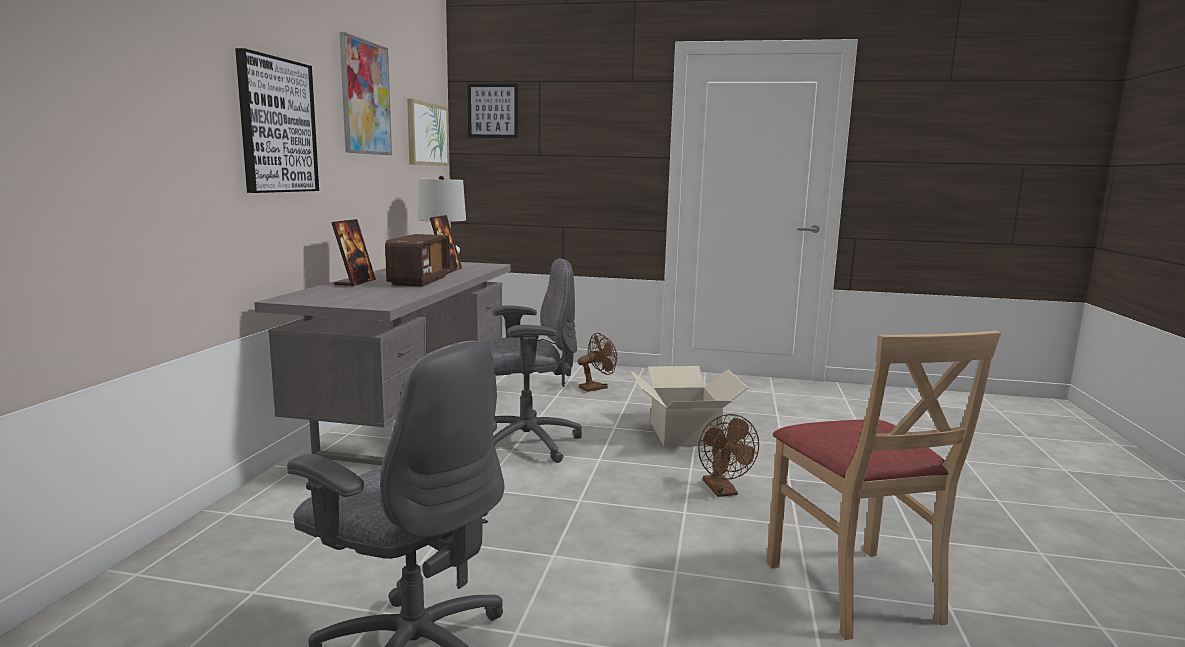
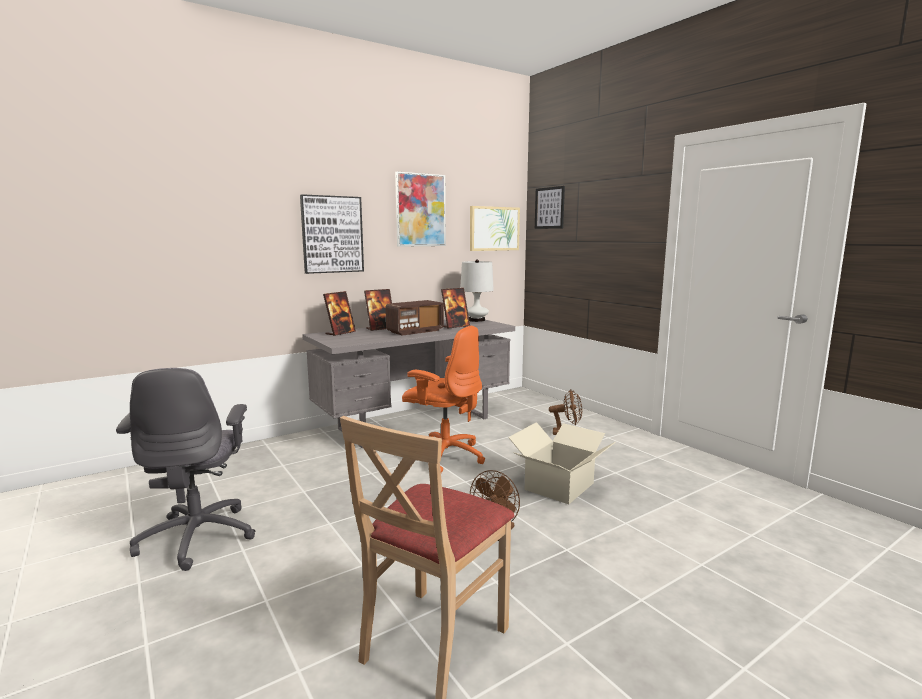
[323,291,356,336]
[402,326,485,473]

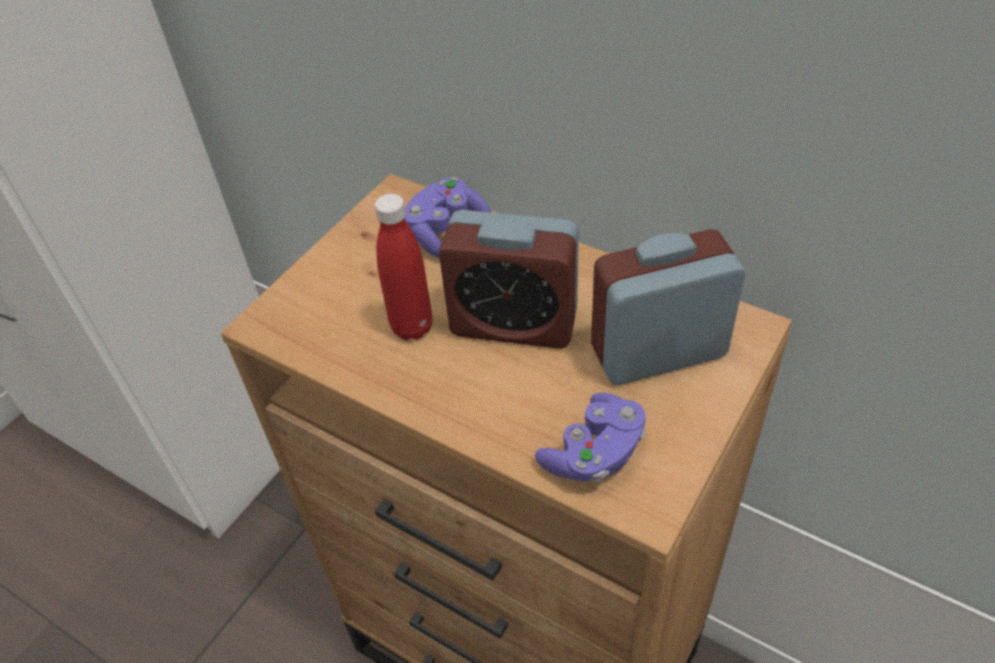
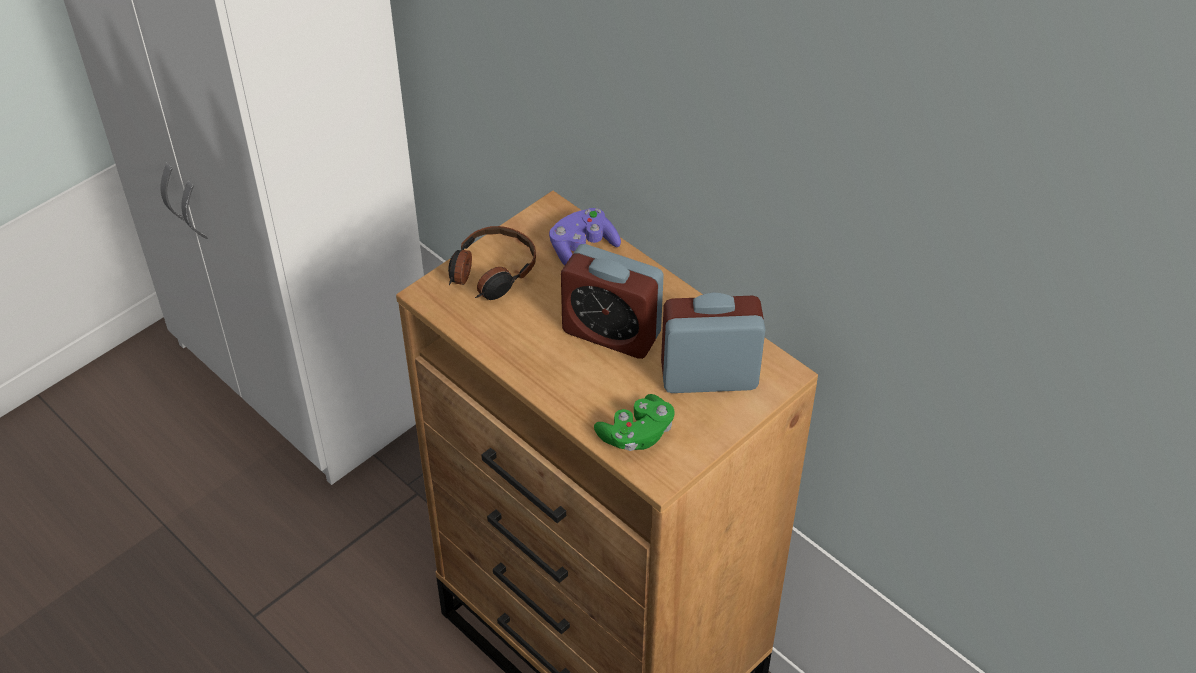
[375,194,433,340] (first image)
[448,226,536,300]
[594,394,675,451]

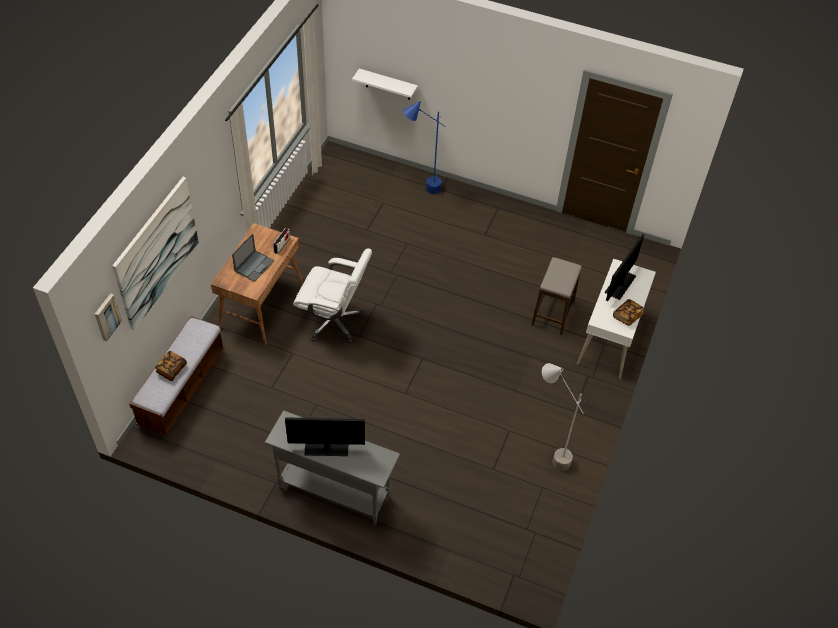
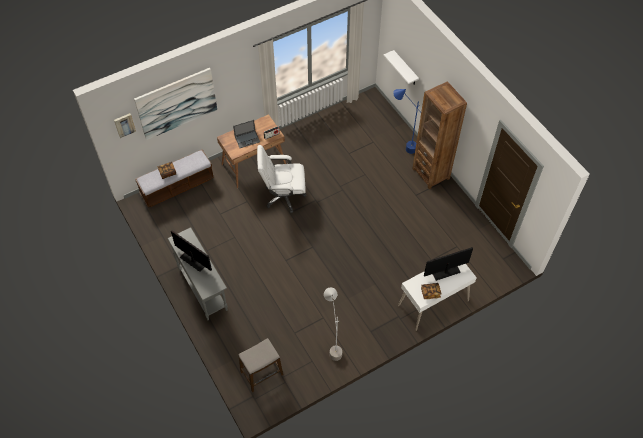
[412,81,467,189]
[239,338,283,392]
[257,145,306,213]

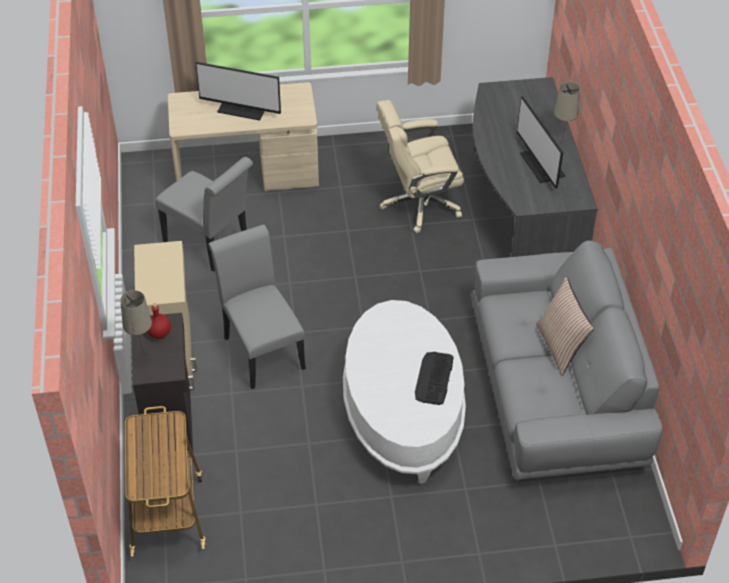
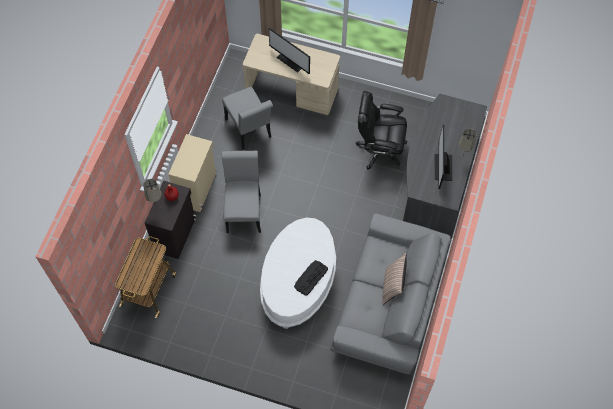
[356,91,407,170]

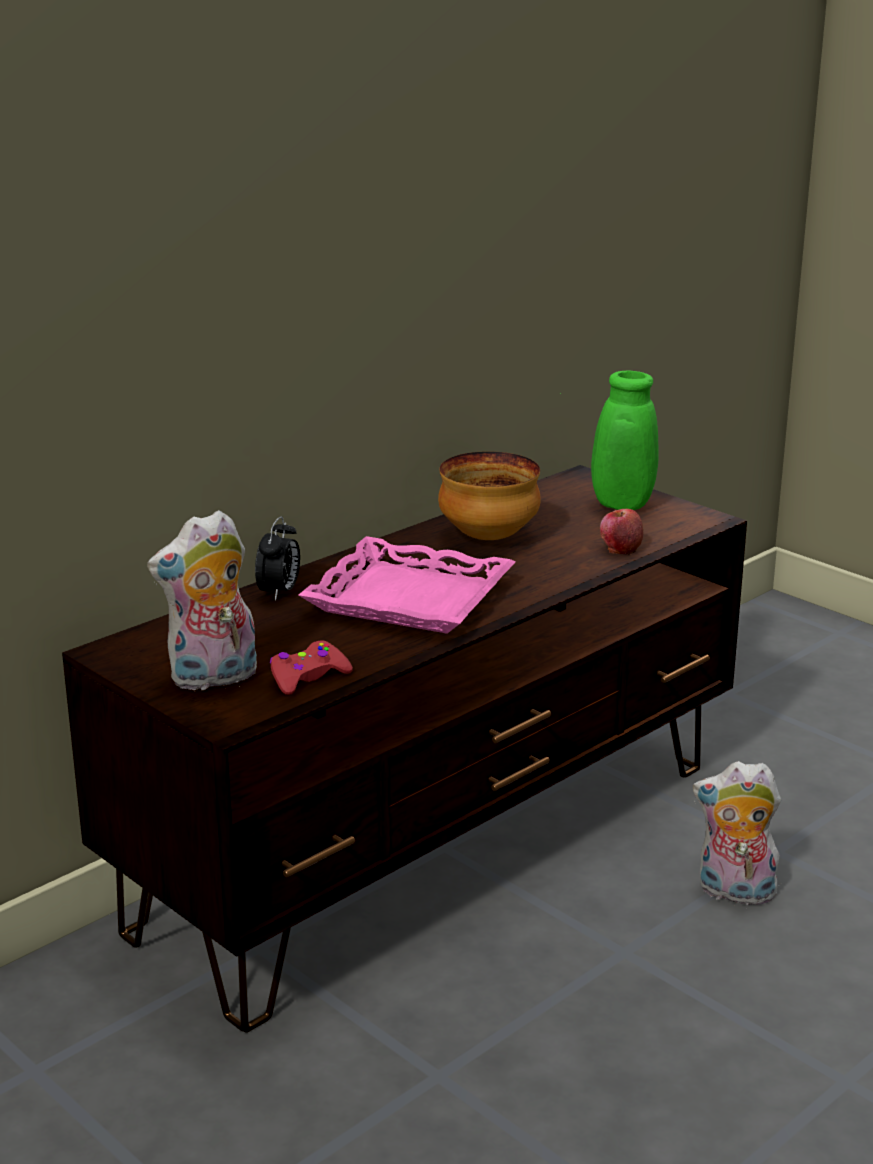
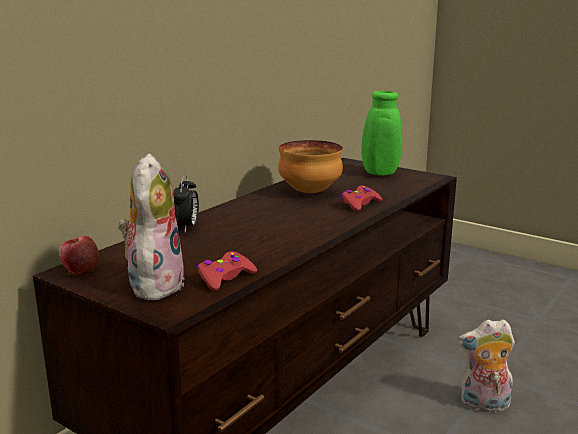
[299,536,515,634] (first image)
[341,186,382,211]
[59,236,99,276]
[118,153,184,300]

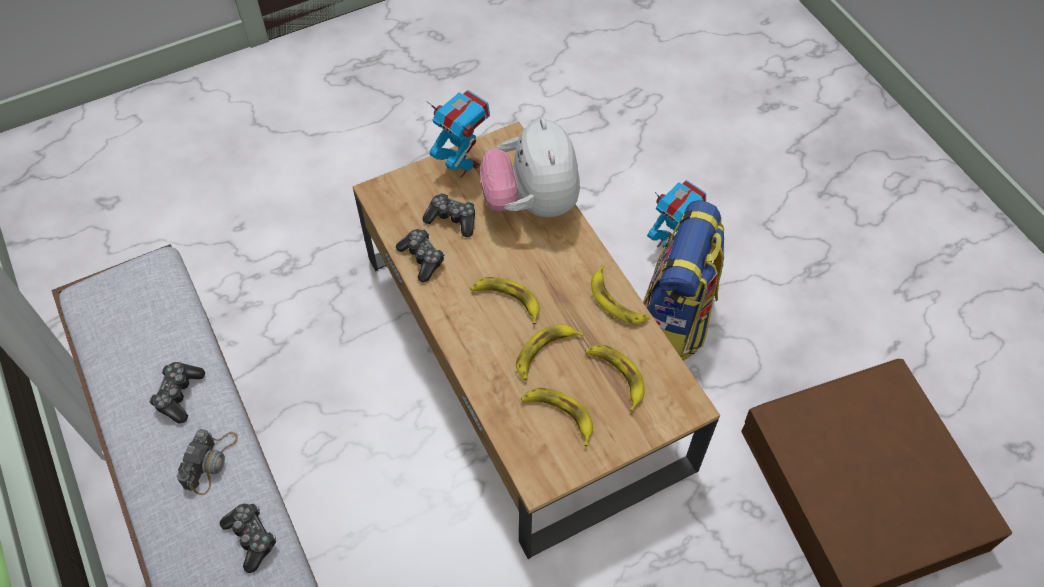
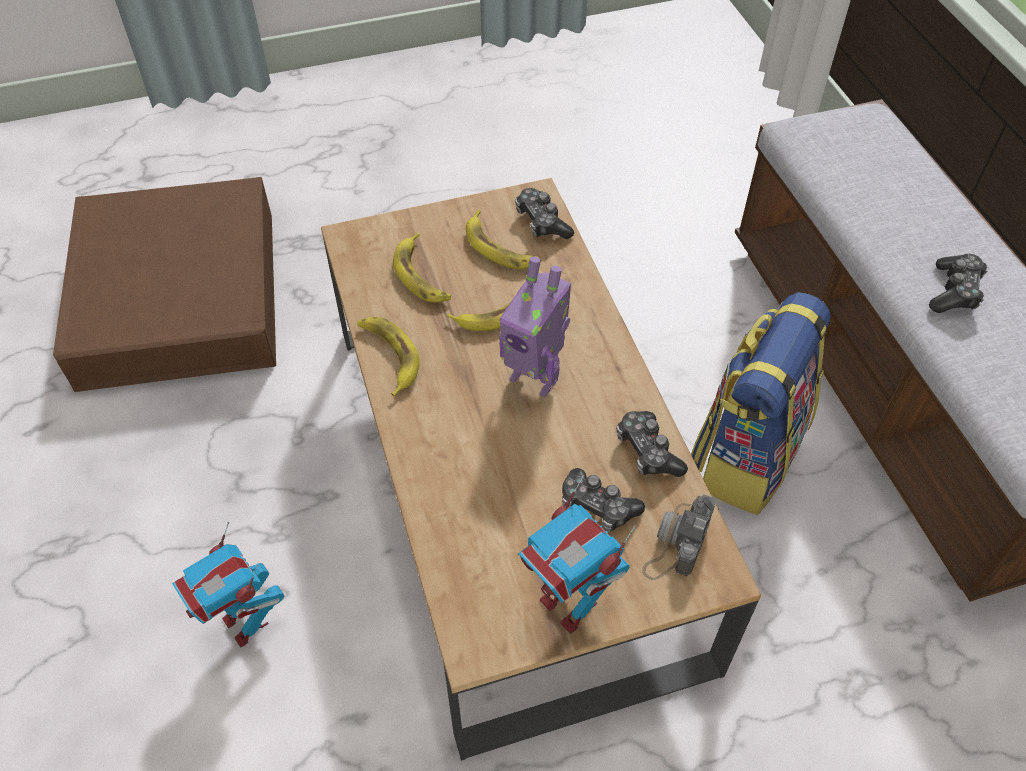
[480,118,580,217] (first image)
[642,495,715,580]
[515,188,574,239]
[691,292,831,515]
[499,257,571,397]

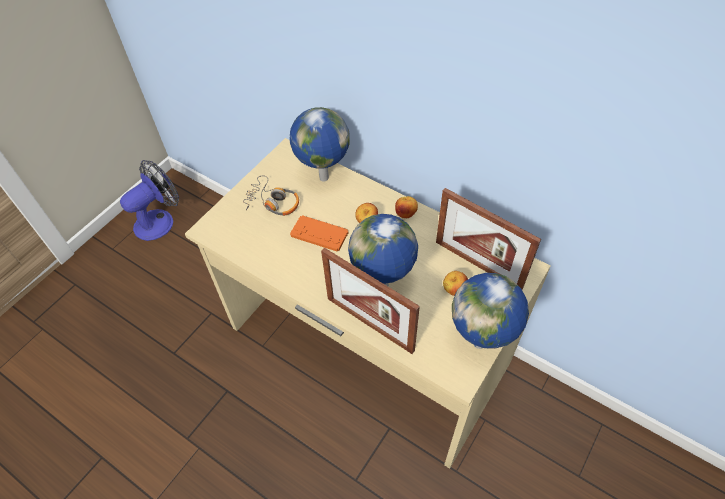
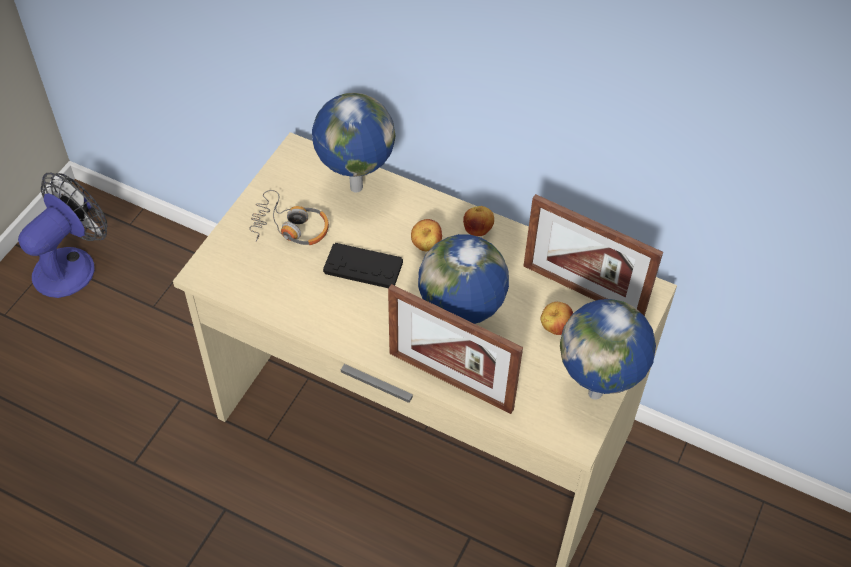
[323,243,403,288]

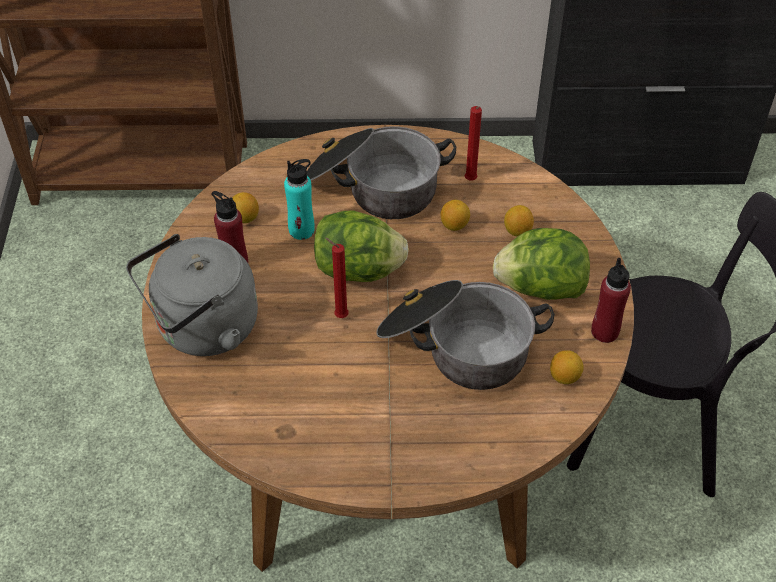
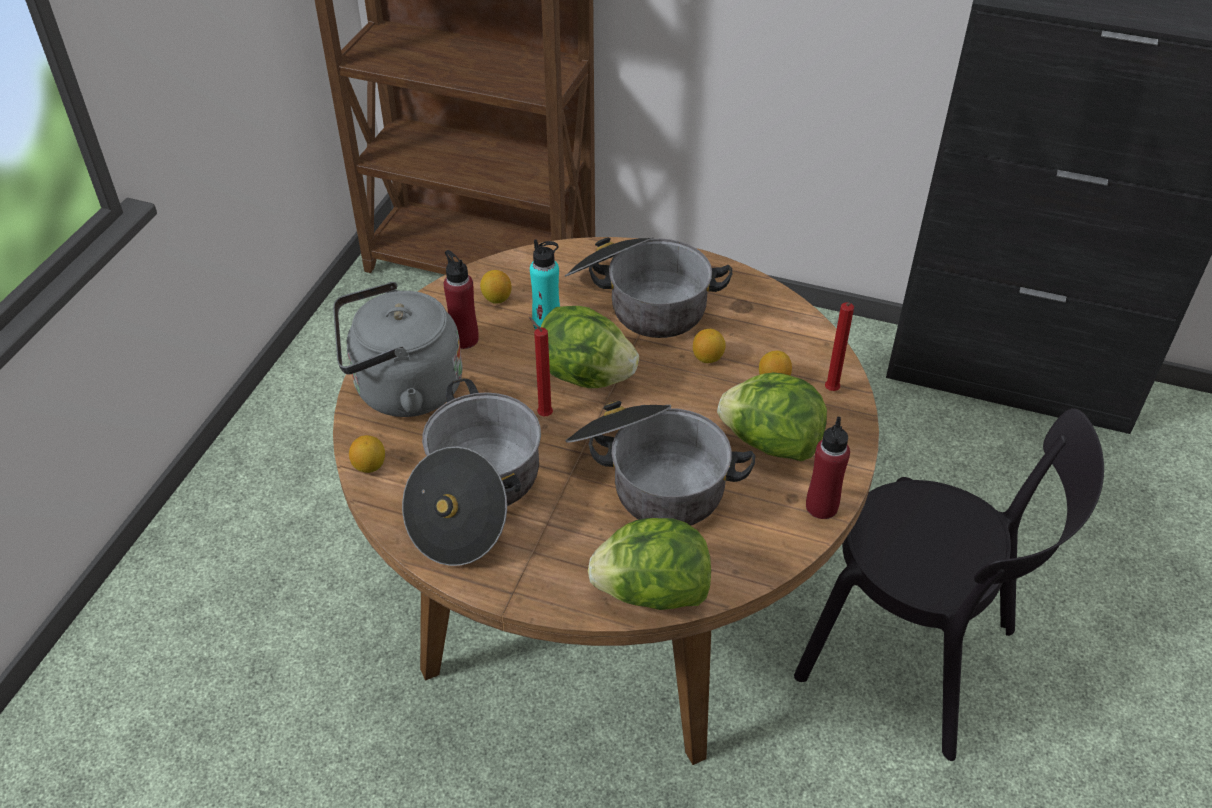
[402,378,541,566]
[588,518,711,610]
[825,302,854,391]
[349,435,385,473]

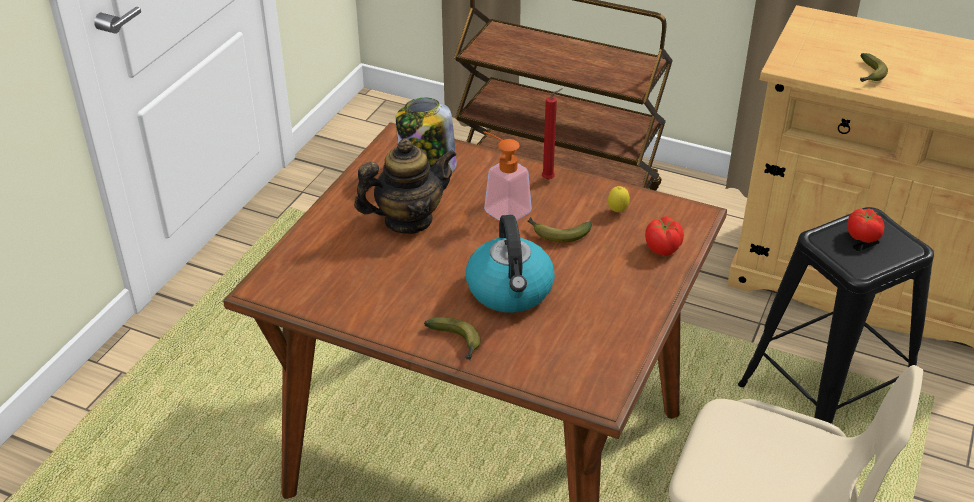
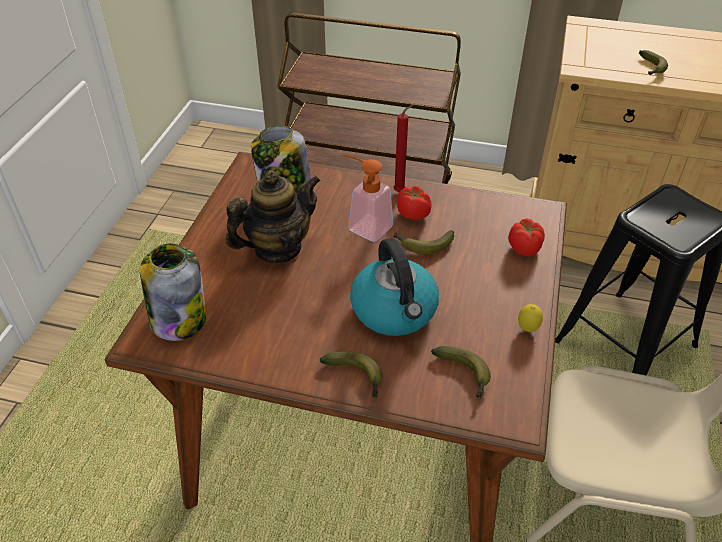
[140,244,206,341]
[431,346,491,399]
[518,304,543,332]
[397,186,432,220]

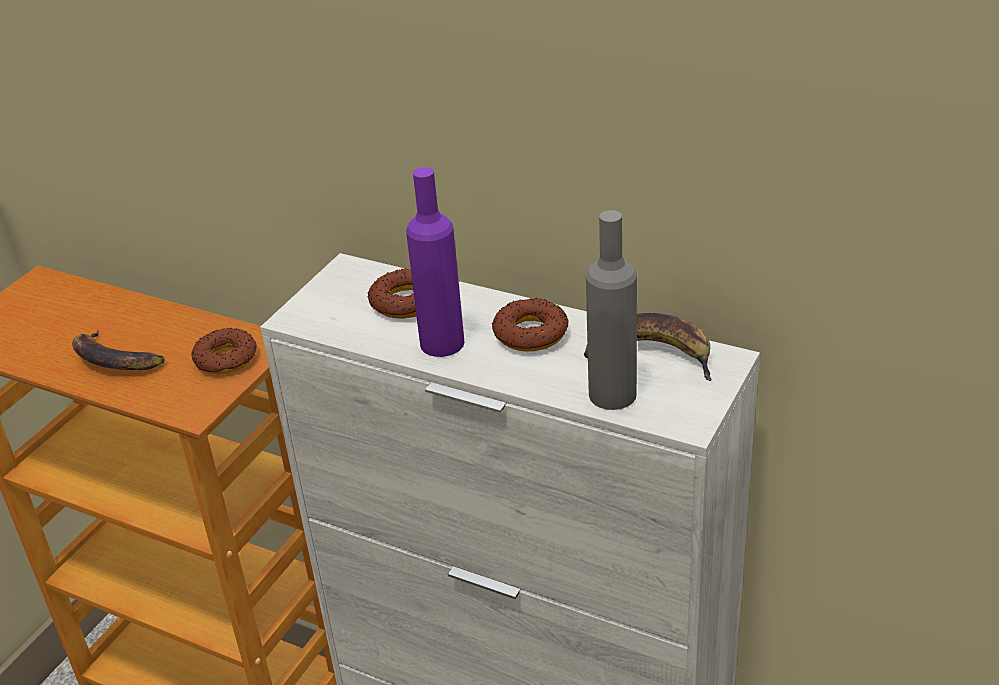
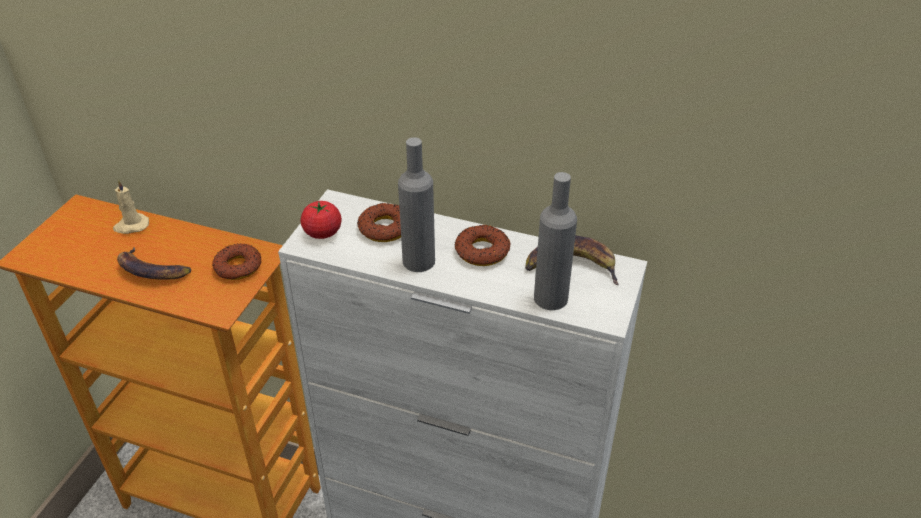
[113,179,149,234]
[300,201,342,239]
[398,137,435,272]

